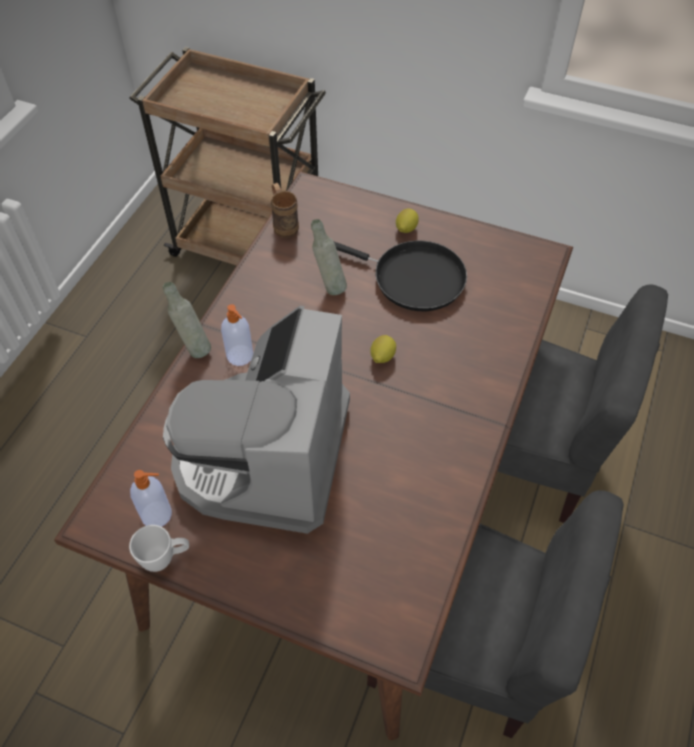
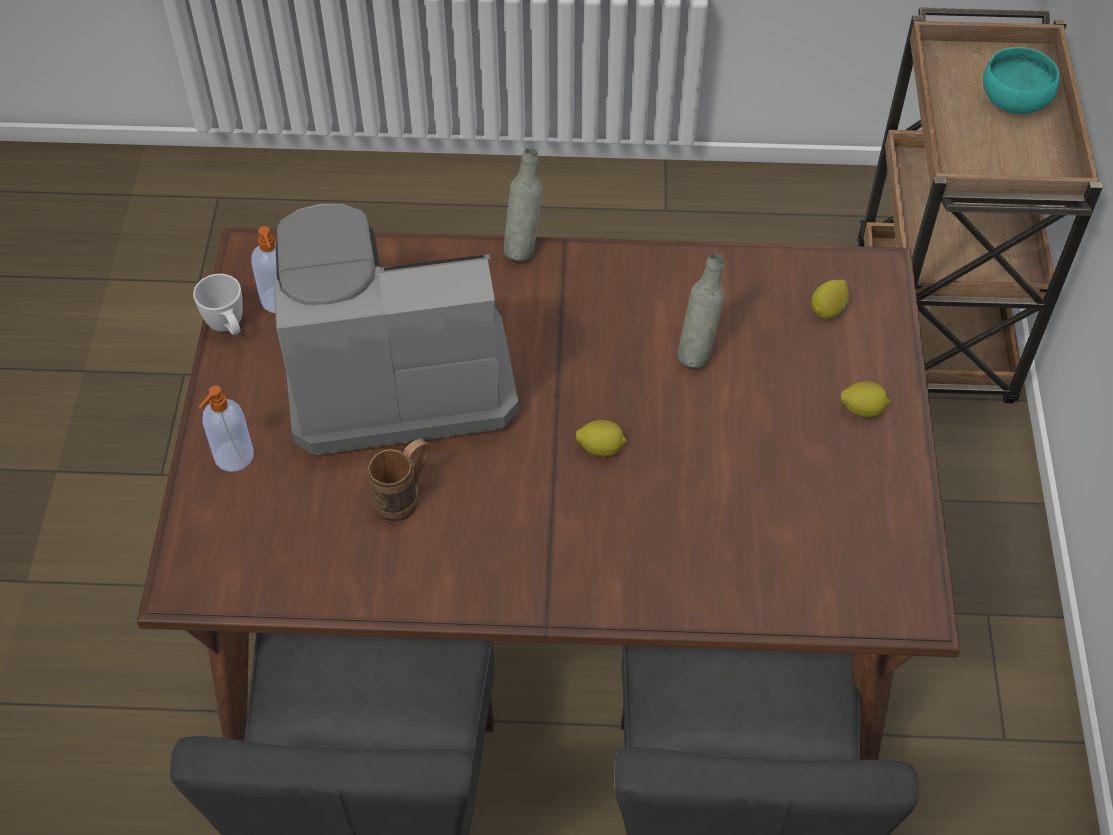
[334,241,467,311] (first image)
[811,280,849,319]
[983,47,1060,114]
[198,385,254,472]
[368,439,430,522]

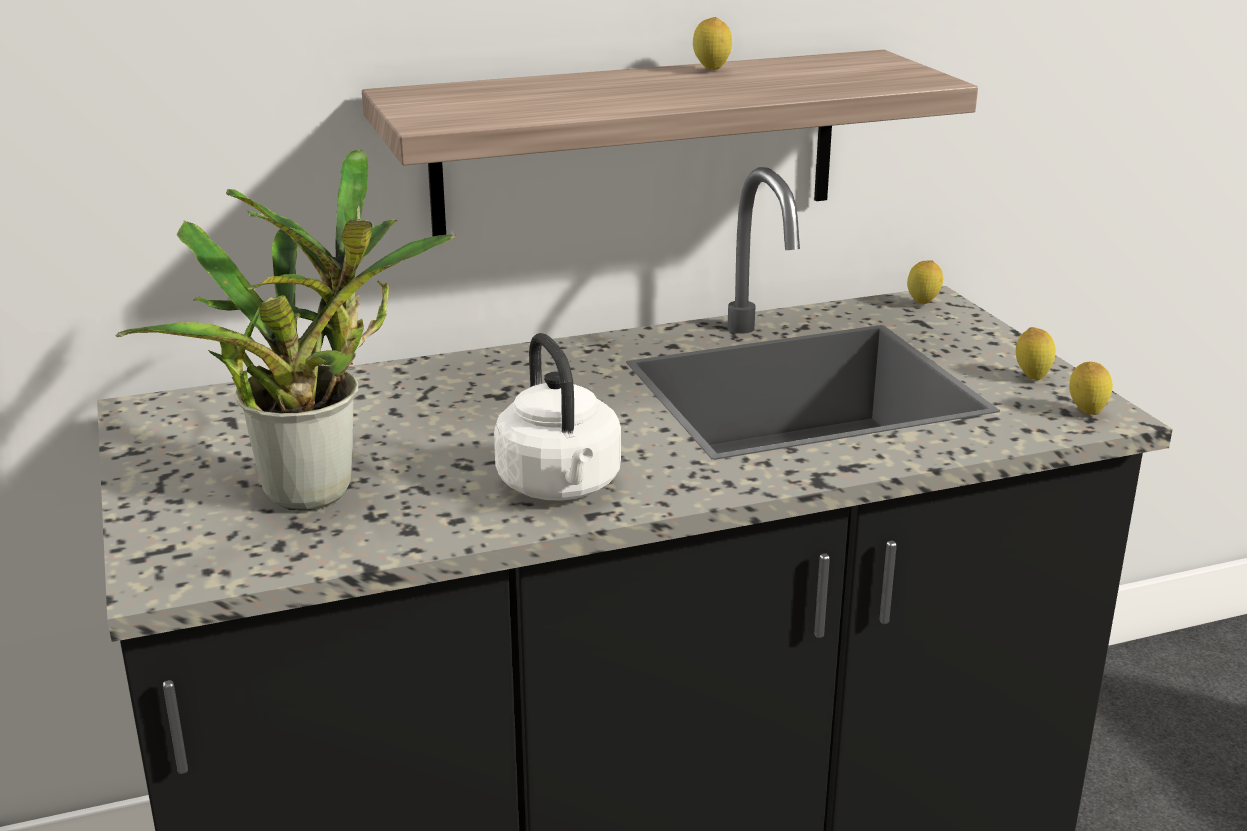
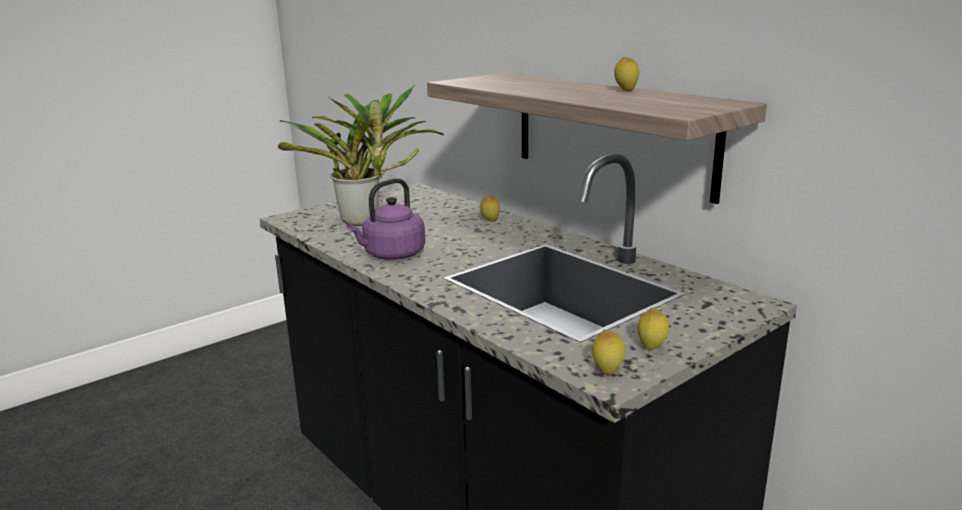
[480,196,500,222]
[347,178,425,260]

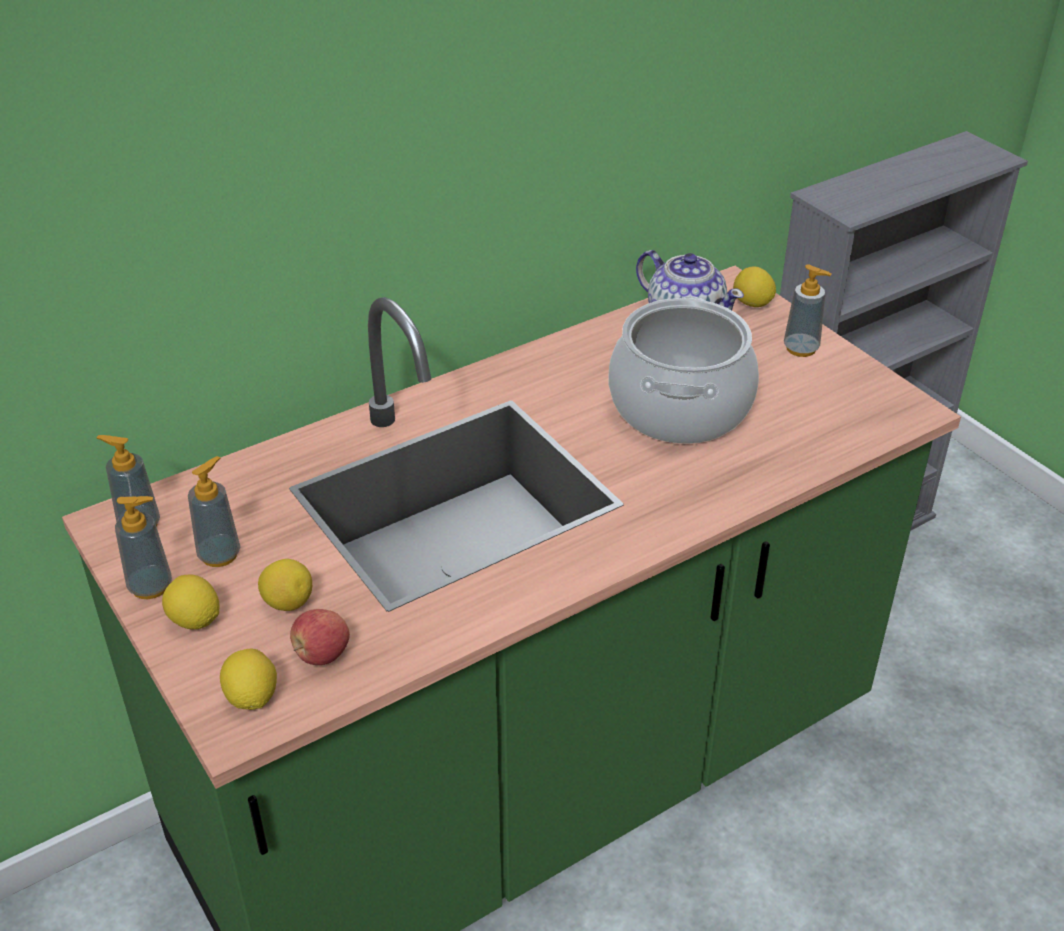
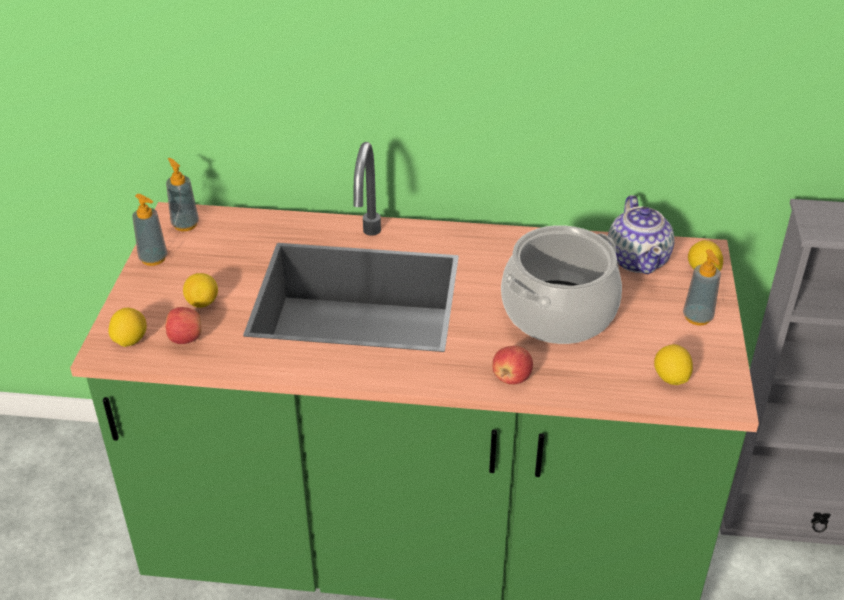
[188,456,240,567] (first image)
[492,346,533,385]
[654,344,693,385]

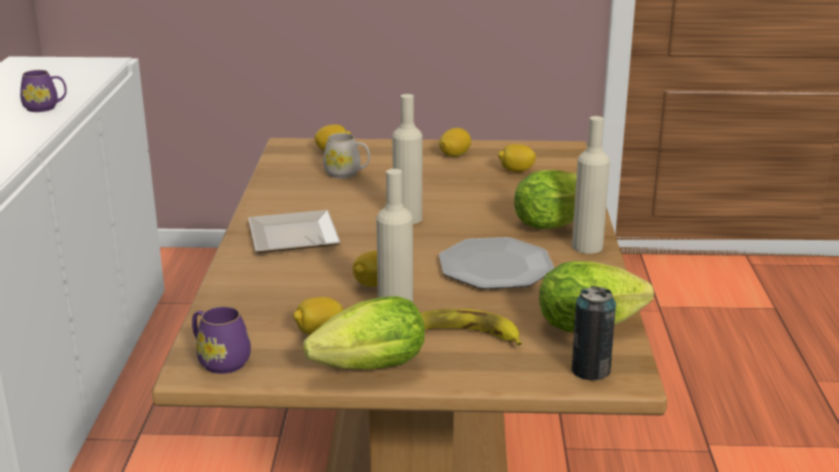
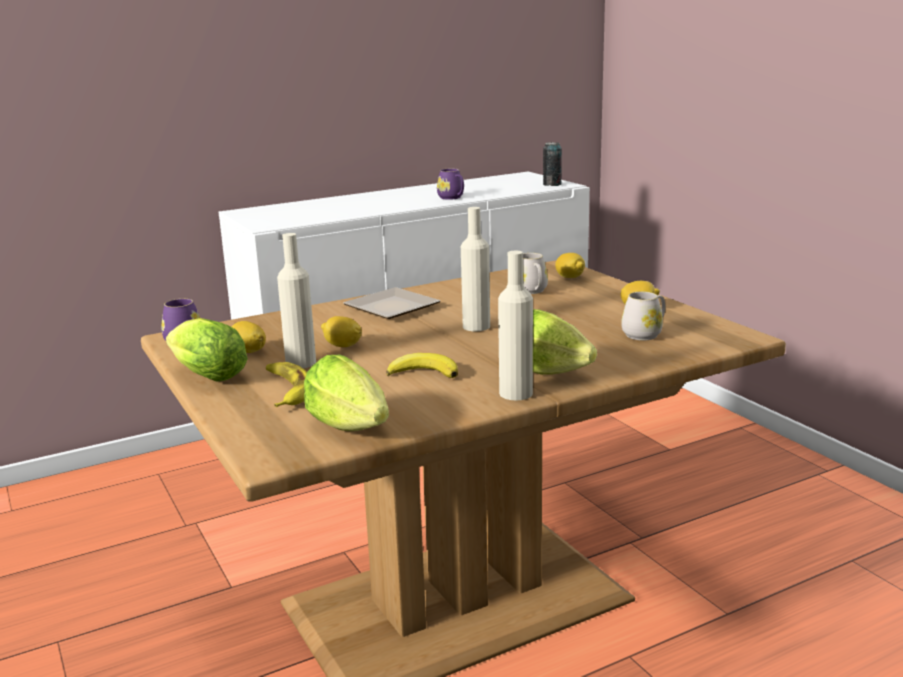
[543,142,562,186]
[386,353,458,378]
[621,291,665,340]

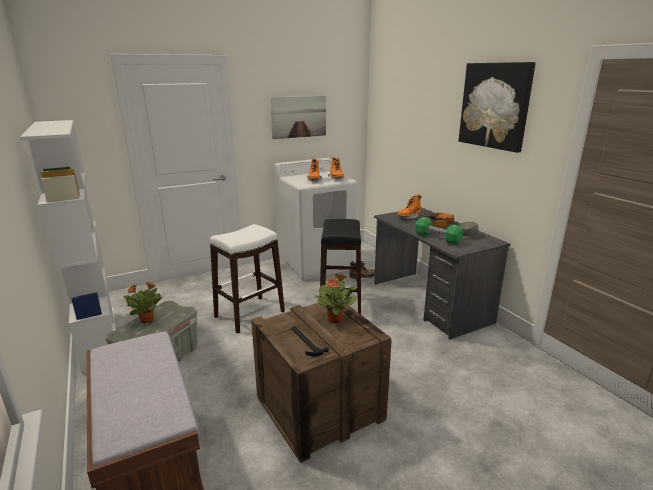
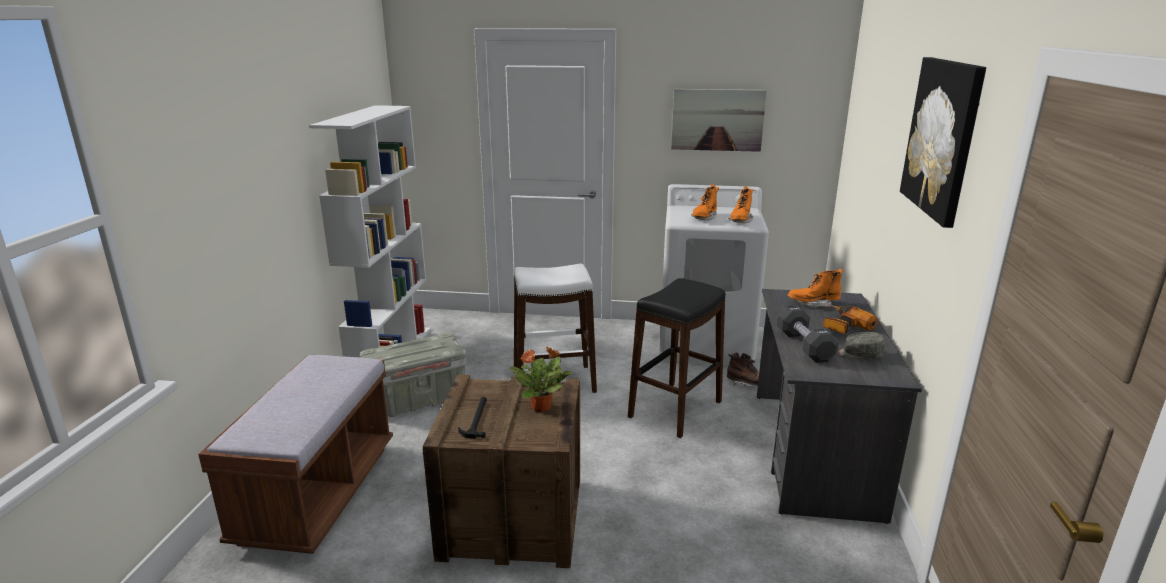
[123,282,162,324] (first image)
[777,306,839,363]

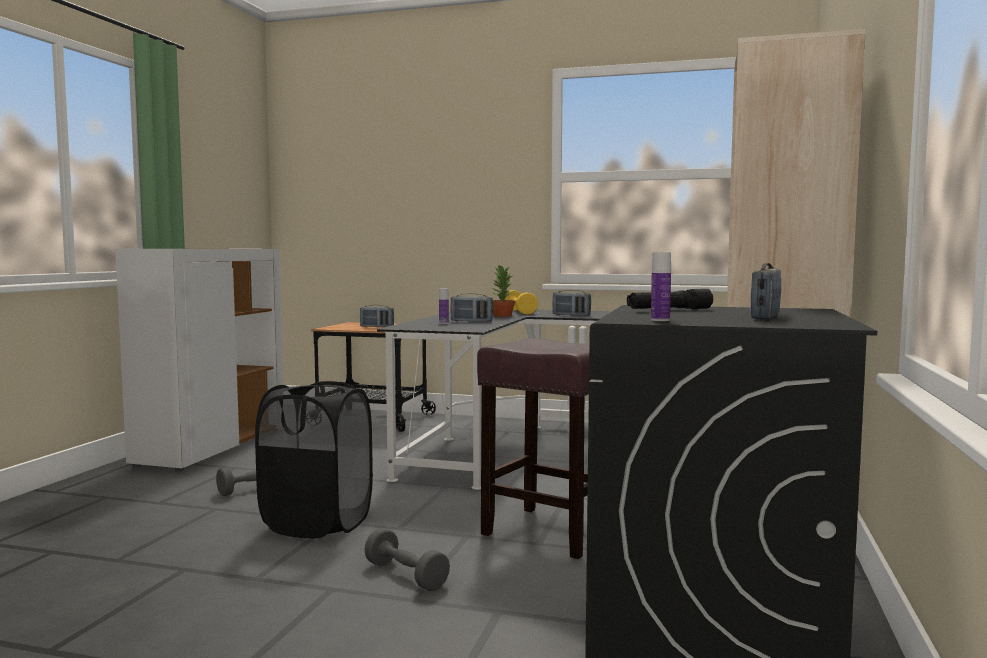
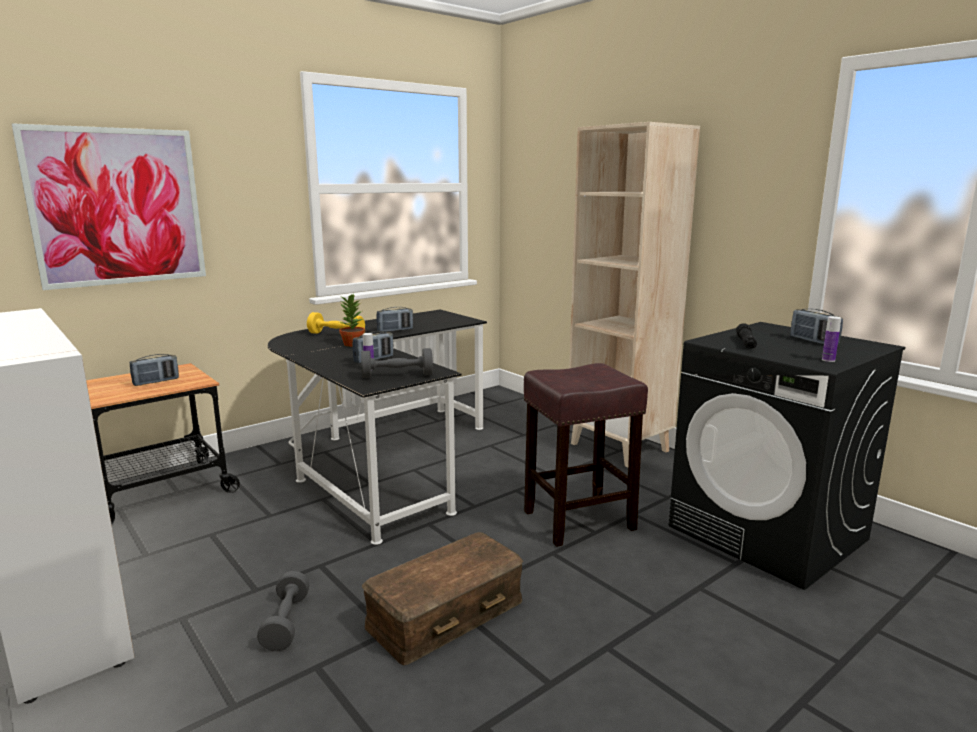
[12,123,206,290]
[361,348,433,378]
[362,532,523,665]

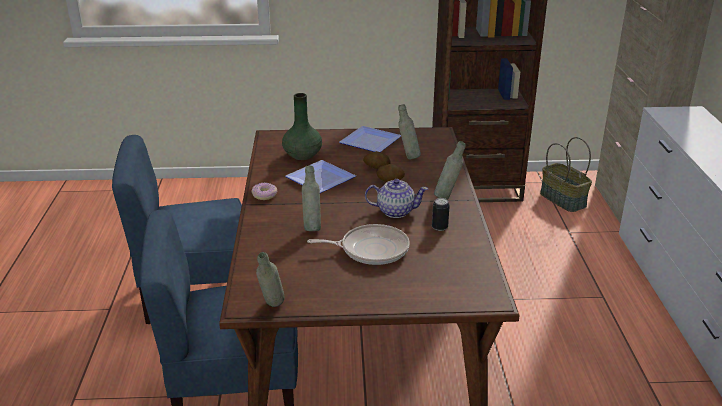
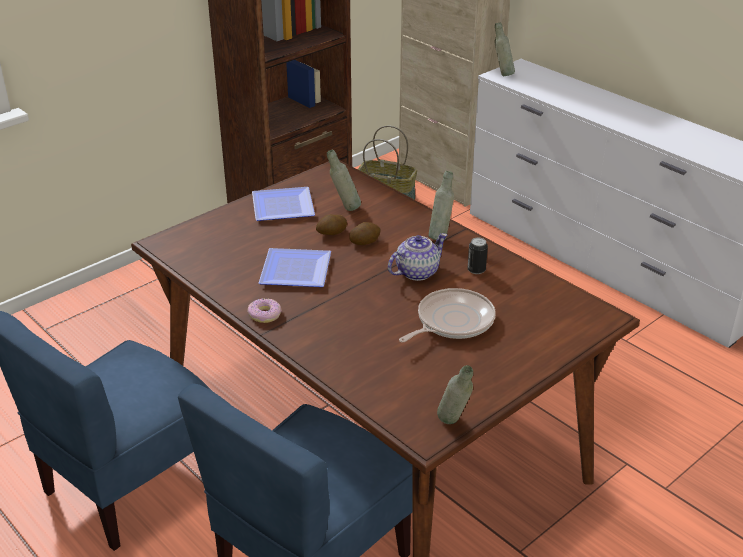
[282,93,322,160] (first image)
[494,22,515,76]

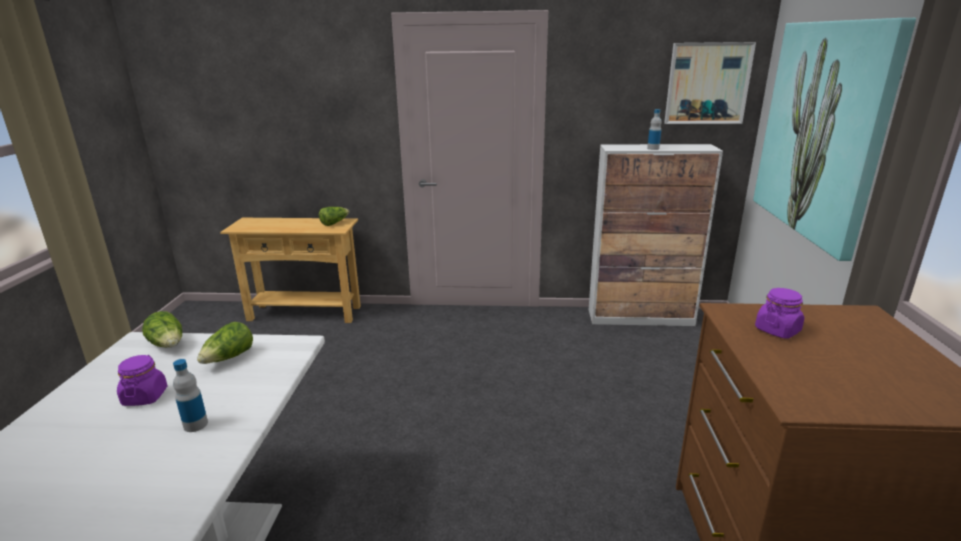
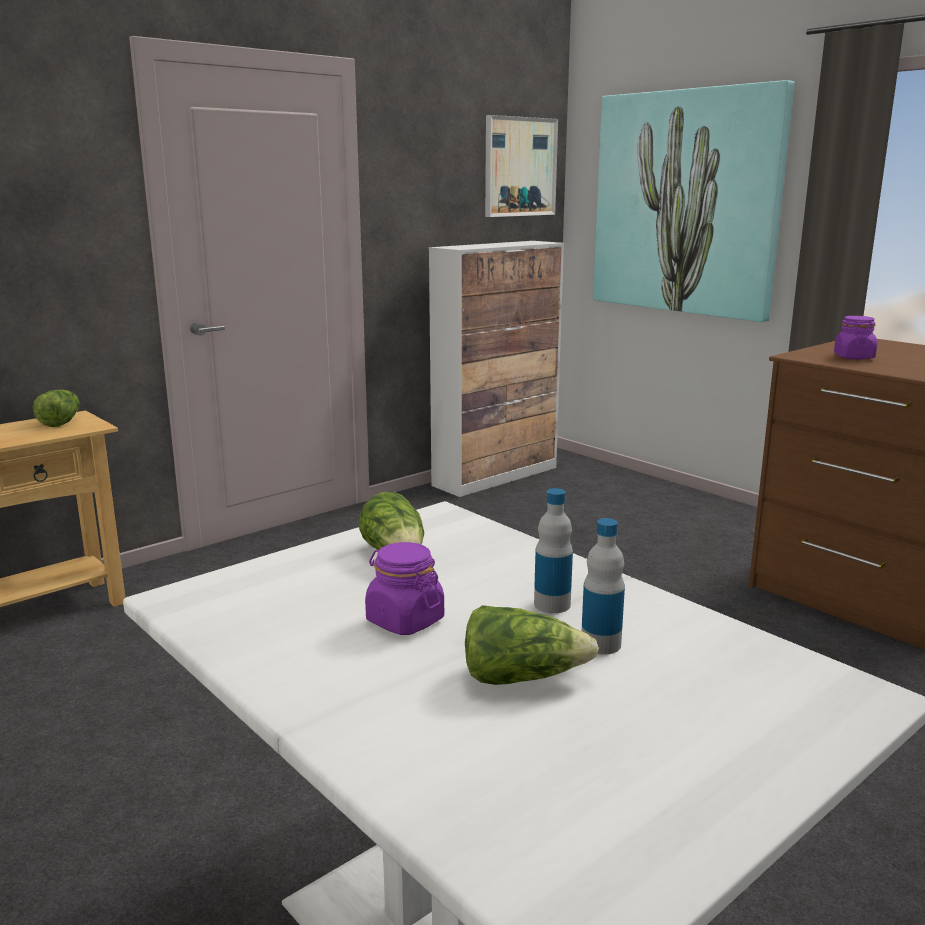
[465,605,599,685]
[582,518,625,655]

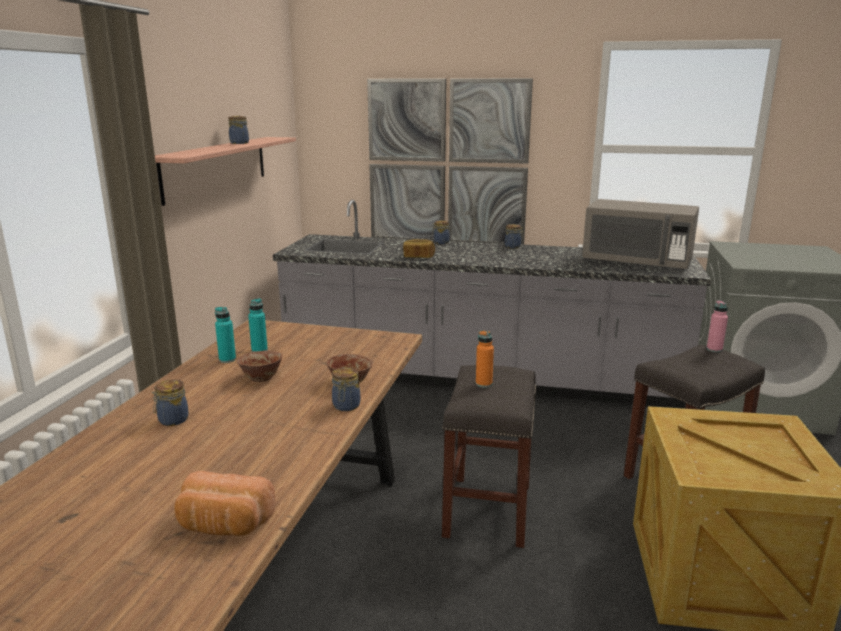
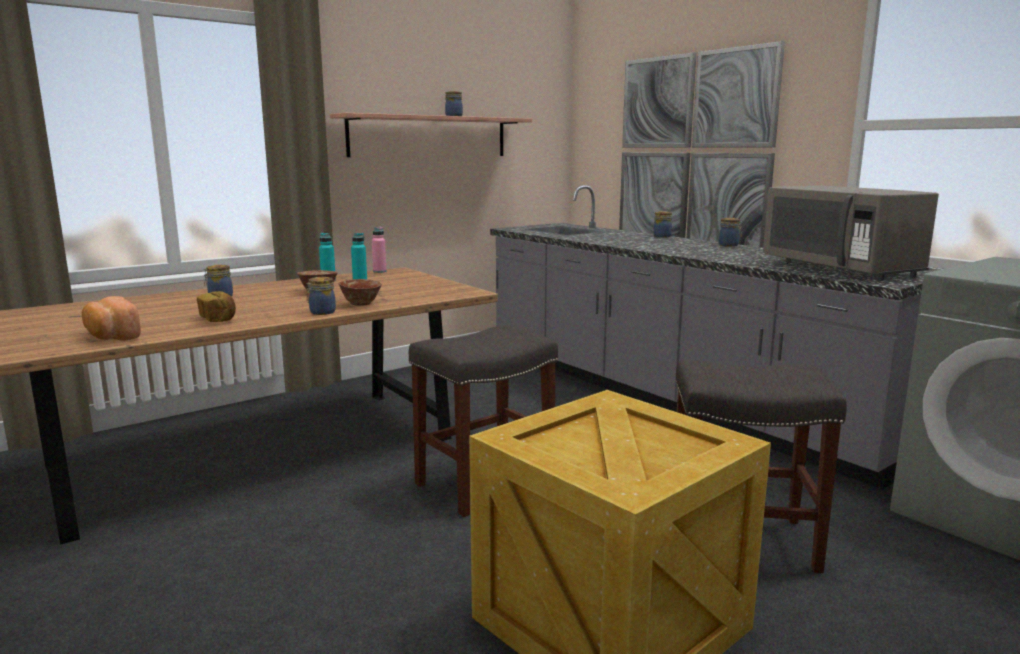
[476,331,494,388] (first image)
[197,291,236,322]
[372,227,386,273]

